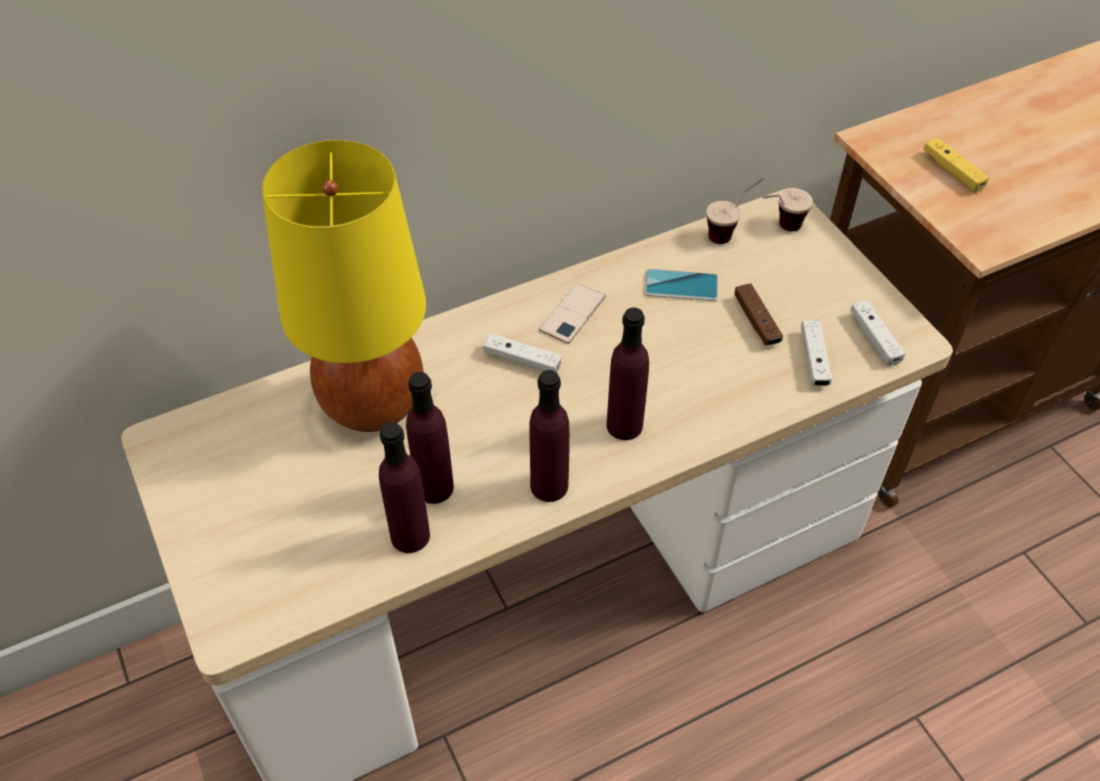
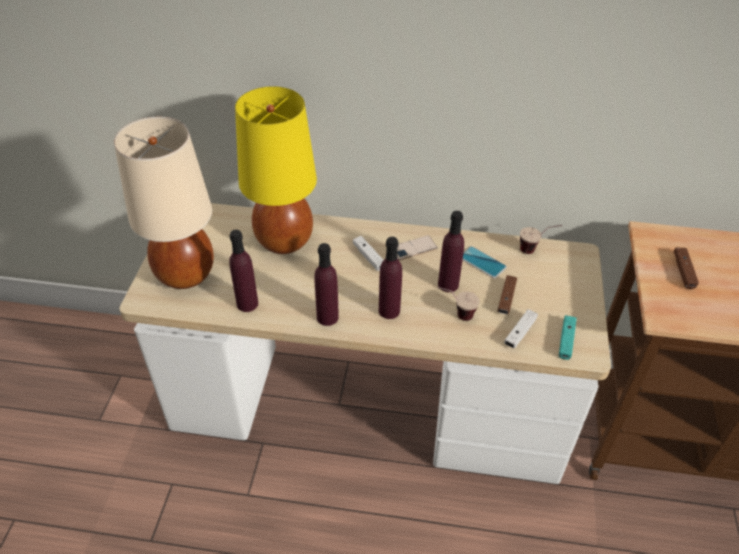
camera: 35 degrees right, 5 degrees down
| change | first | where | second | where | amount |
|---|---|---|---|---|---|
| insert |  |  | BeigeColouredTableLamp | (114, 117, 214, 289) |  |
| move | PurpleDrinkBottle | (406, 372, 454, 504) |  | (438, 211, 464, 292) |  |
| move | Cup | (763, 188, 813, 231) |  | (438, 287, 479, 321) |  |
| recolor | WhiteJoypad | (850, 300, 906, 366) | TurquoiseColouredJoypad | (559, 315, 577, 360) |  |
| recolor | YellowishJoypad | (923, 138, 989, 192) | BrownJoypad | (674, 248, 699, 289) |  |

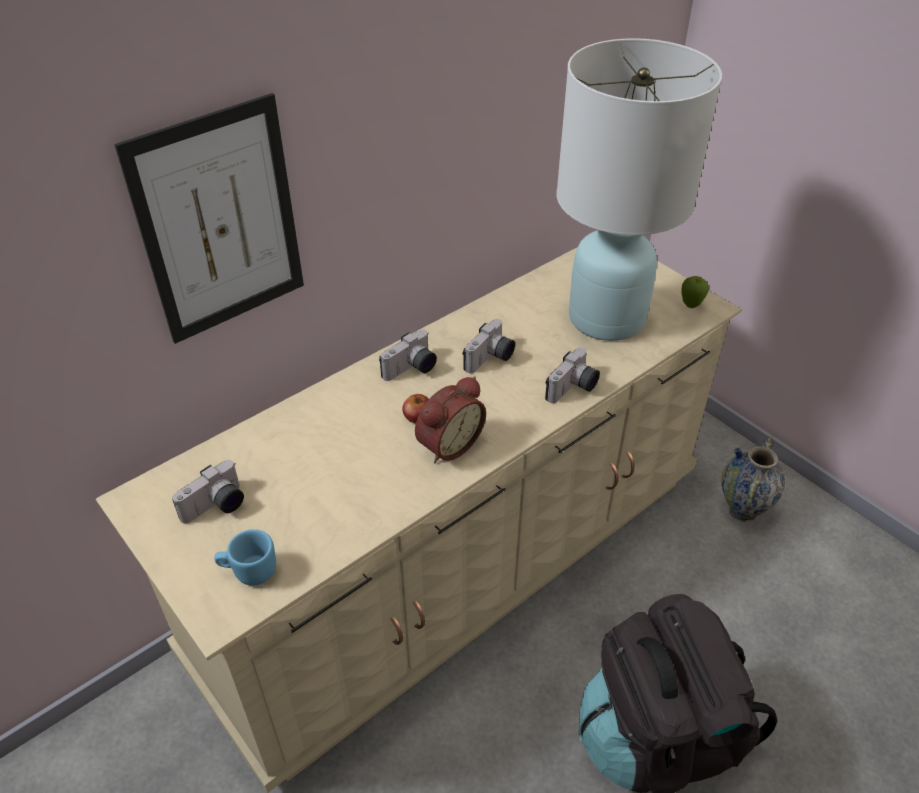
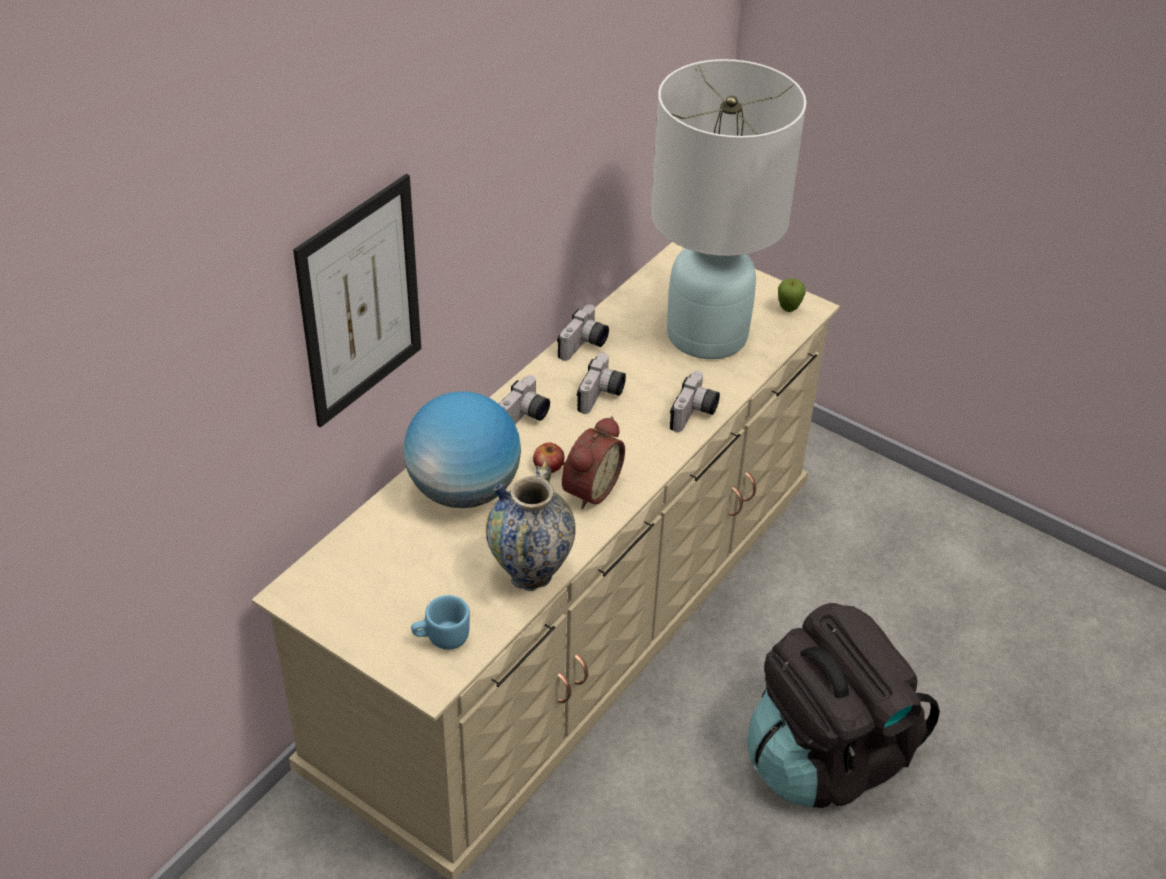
camera: 15 degrees left, 0 degrees up
| change | first | where | second | where | amount |
|---|---|---|---|---|---|
| insert |  |  | DeskGlobe | (403, 391, 521, 508) |  |
| move | DecorativeVase | (721, 437, 785, 522) |  | (486, 461, 576, 591) |  |
| move | StillCamera | (172, 460, 244, 524) |  | (557, 304, 609, 361) |  |

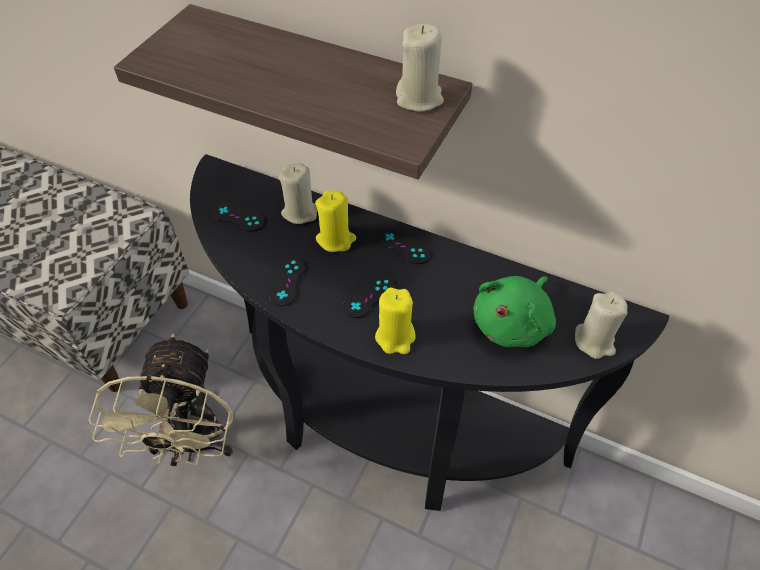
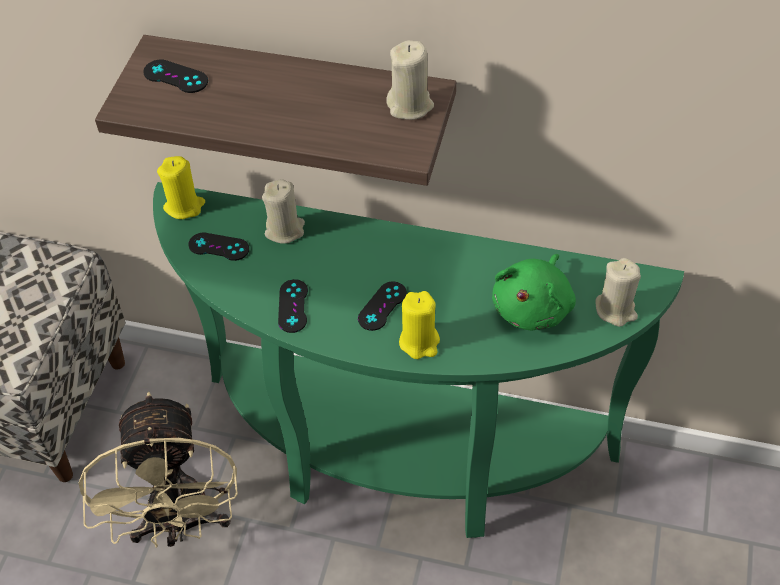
camera: 10 degrees left, 0 degrees up
| change | first | where | second | where | amount |
|---|---|---|---|---|---|
| move | BlackishJoypad | (378, 228, 431, 264) |  | (143, 60, 208, 93) |  |
| recolor | BlackishHallTable | (190, 154, 670, 511) | GreenishHallTable | (153, 182, 684, 538) |  |
| move | YellowishWaxLight | (315, 191, 356, 252) |  | (157, 156, 205, 219) |  |

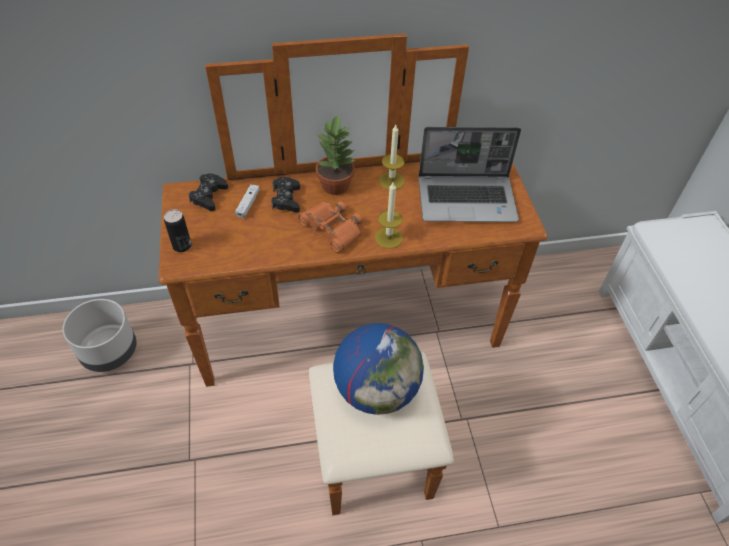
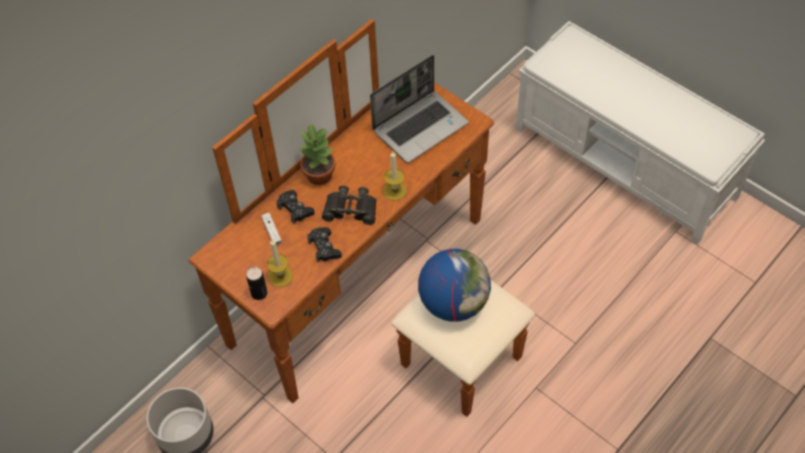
camera: 35 degrees left, 5 degrees up
| change | first | where | second | where | amount |
|---|---|---|---|---|---|
| move | WaxLight | (379, 125, 405, 189) |  | (267, 239, 293, 287) |  |
| move | BlackishJoypad | (188, 173, 228, 211) |  | (307, 227, 342, 262) |  |
| recolor | OrangeyPairOfBinoculars | (298, 201, 362, 253) | BlackishPairOfBinoculars | (322, 185, 377, 225) |  |

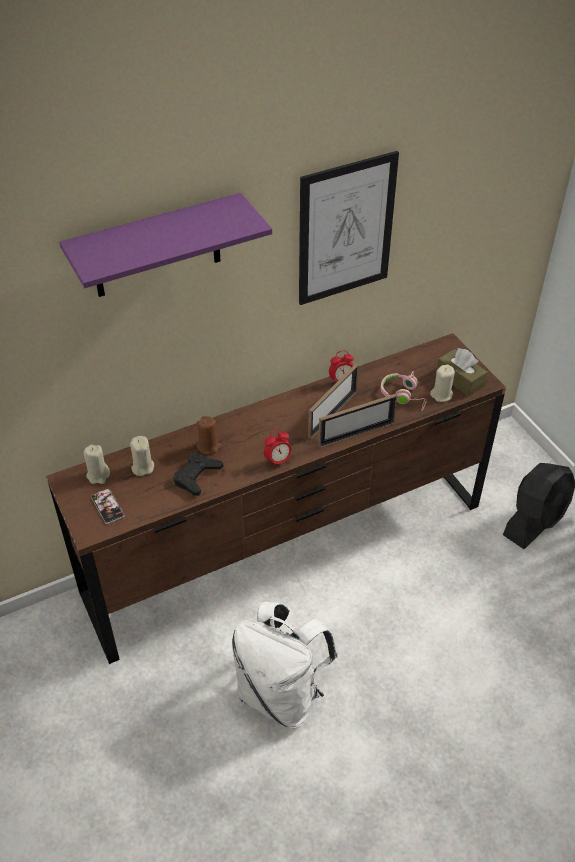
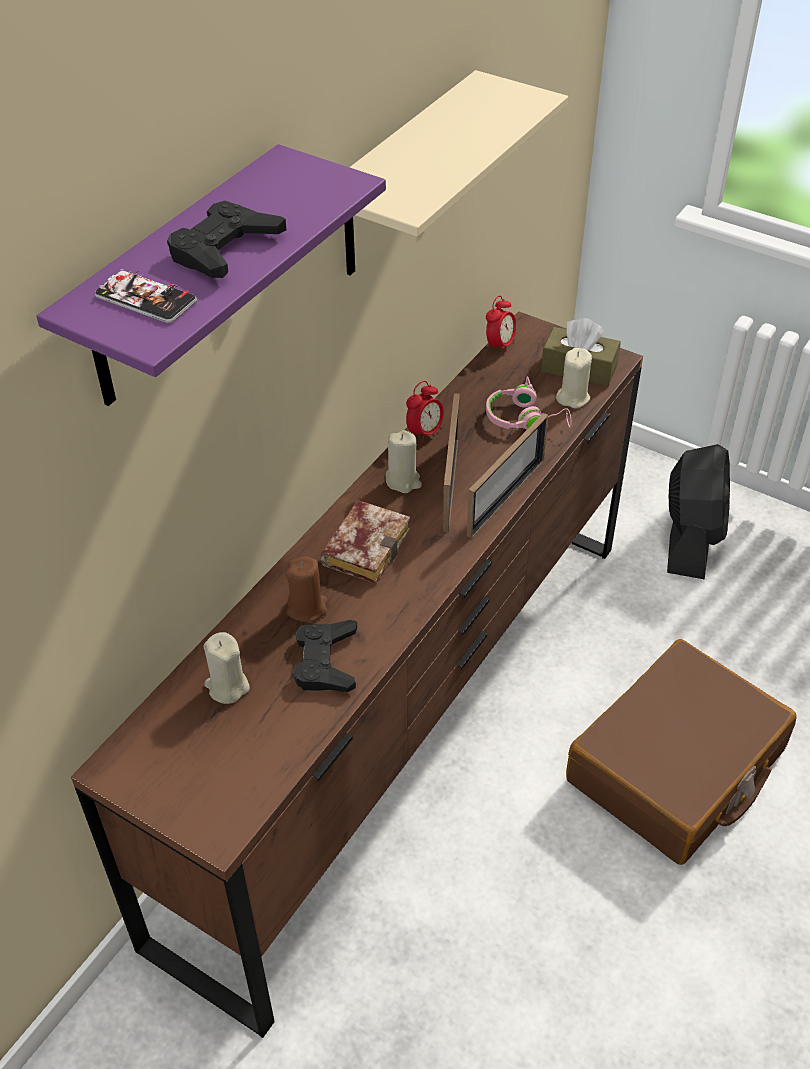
camera: 30 degrees left, 0 degrees up
| change | first | where | second | where | amount |
|---|---|---|---|---|---|
| move | Telephone | (91, 489, 125, 524) |  | (95, 269, 197, 323) |  |
| insert |  |  | BlackishJoypad | (167, 201, 286, 278) |  |
| insert |  |  | Volume | (321, 500, 410, 584) |  |
| replace | Picture | (299, 151, 399, 305) | BeigeColouredWallShelf | (345, 70, 568, 275) |  |
| move | BeigeColouredWaxLight | (83, 445, 110, 484) |  | (386, 430, 422, 493) |  |
| move | AlarmClock | (264, 429, 292, 468) |  | (486, 296, 516, 355) |  |
| insert |  |  | BrownSuitcase | (566, 639, 797, 865) |  |
| delete | WhiteRucksack | (232, 601, 338, 728) |  |  |  |

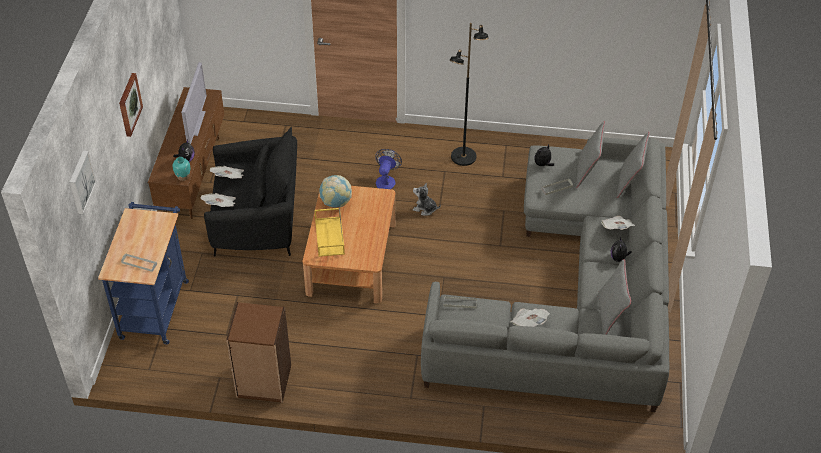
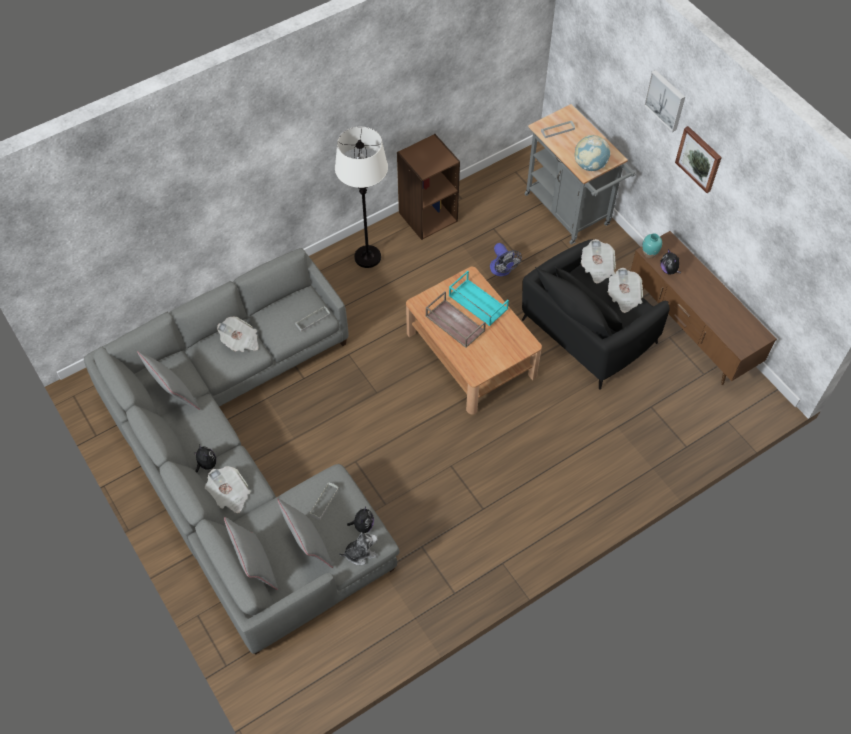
camera: 140 degrees right, 10 degrees up
| change | first | where | second | where | amount |
|---|---|---|---|---|---|
| insert |  |  | WhiteStandardLamp | (335, 127, 388, 268) |  |
| move | SoftToy | (413, 183, 441, 216) |  | (339, 532, 377, 565) |  |
| insert |  |  | BrownTray | (426, 291, 486, 348) |  |
| recolor | YellowishTray | (315, 208, 345, 257) | TurquoiseColouredTray | (449, 271, 509, 326) |  |
| move | Fan | (375, 149, 402, 189) |  | (490, 243, 522, 276) |  |
| recolor | BlueTrolley | (98, 202, 189, 344) | GreyishTrolley | (524, 104, 635, 244) |  |
| move | DeskGlobe | (319, 175, 352, 208) |  | (574, 135, 611, 171) |  |
| move | Picture | (69, 150, 97, 214) |  | (644, 70, 685, 132) |  |
| delete | Tv | (181, 62, 207, 144) |  |  |  |
| delete | BlackishStandardLamp | (450, 23, 489, 166) |  |  |  |

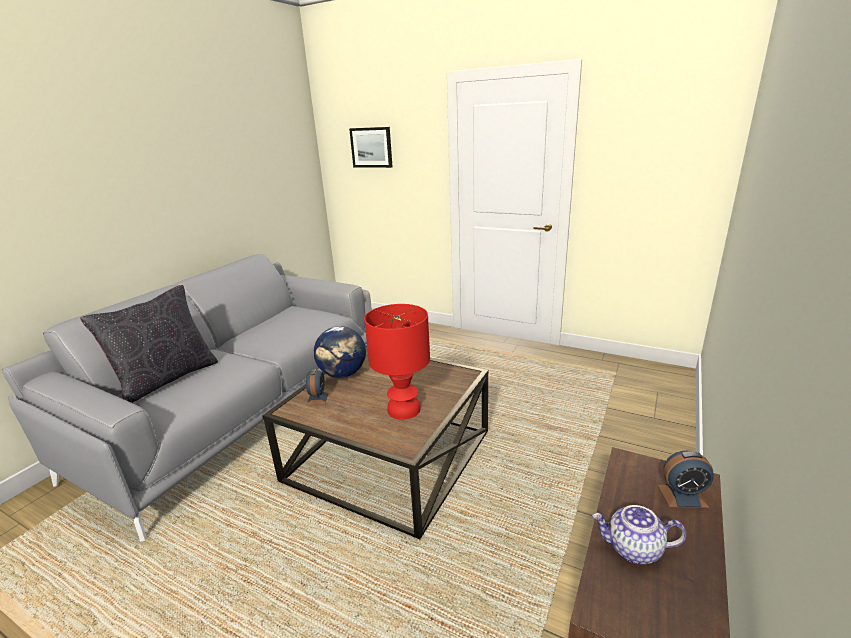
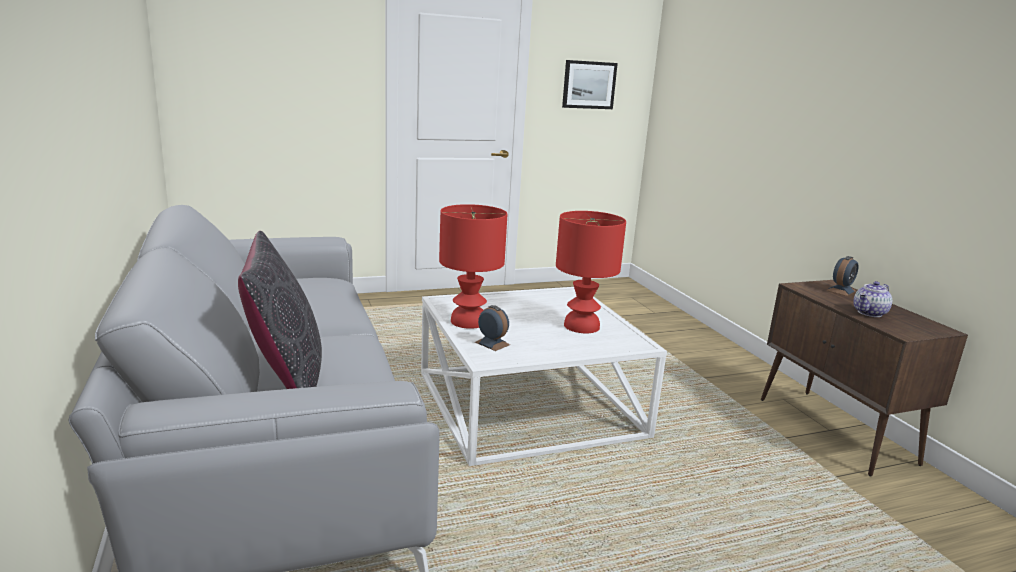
camera: 50 degrees left, 5 degrees down
| change | first | where | second | where | amount |
|---|---|---|---|---|---|
| recolor | BrownCoffeeTable | (262, 344, 488, 539) | WhiteCoffeeTable | (421, 287, 667, 466) |  |
| replace | DeskGlobe | (314, 326, 366, 378) | ReddishTableLamp | (439, 204, 507, 329) |  |
| move | Picture | (349, 127, 393, 168) |  | (562, 60, 618, 109) |  |

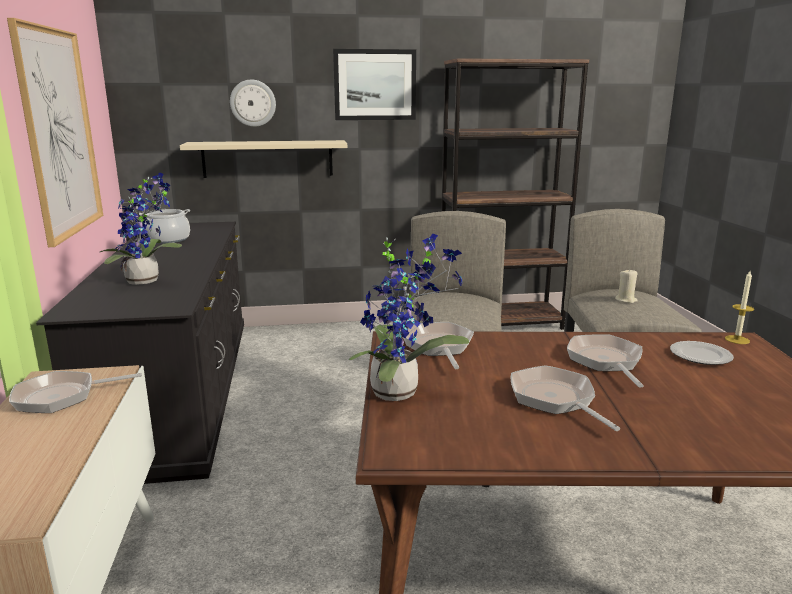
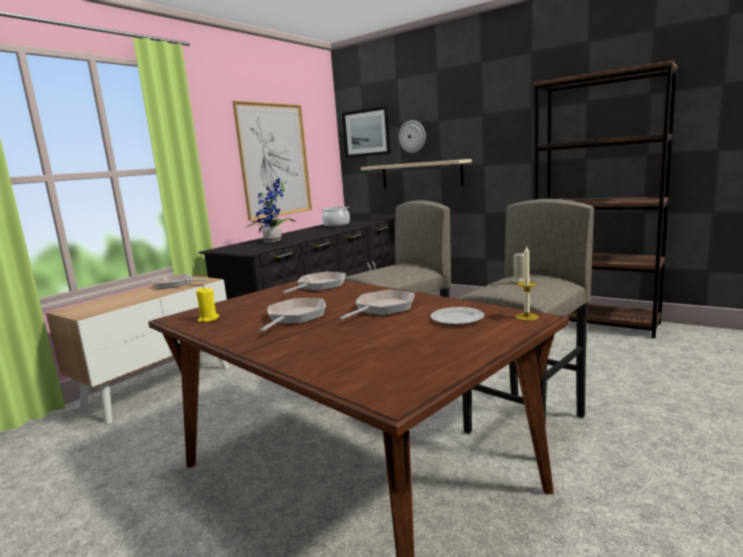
camera: 45 degrees right, 5 degrees down
| change | first | where | second | where | amount |
|---|---|---|---|---|---|
| insert |  |  | YellowishWaxLight | (196, 287, 219, 322) |  |
| move | Picture | (333, 49, 416, 120) |  | (342, 106, 391, 158) |  |
| delete | PlantInAPot | (348, 234, 470, 401) |  |  |  |

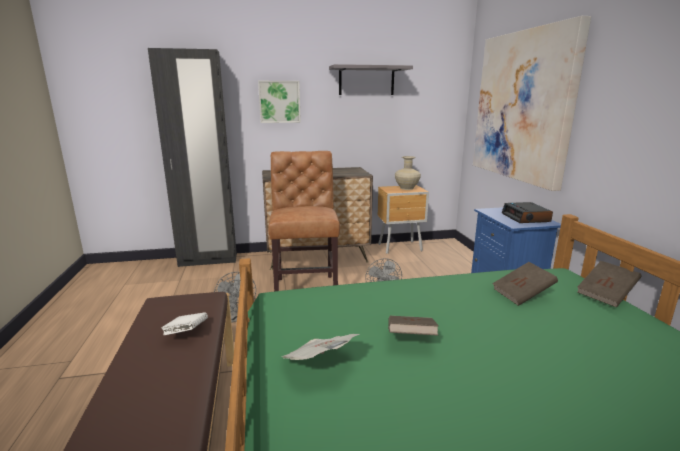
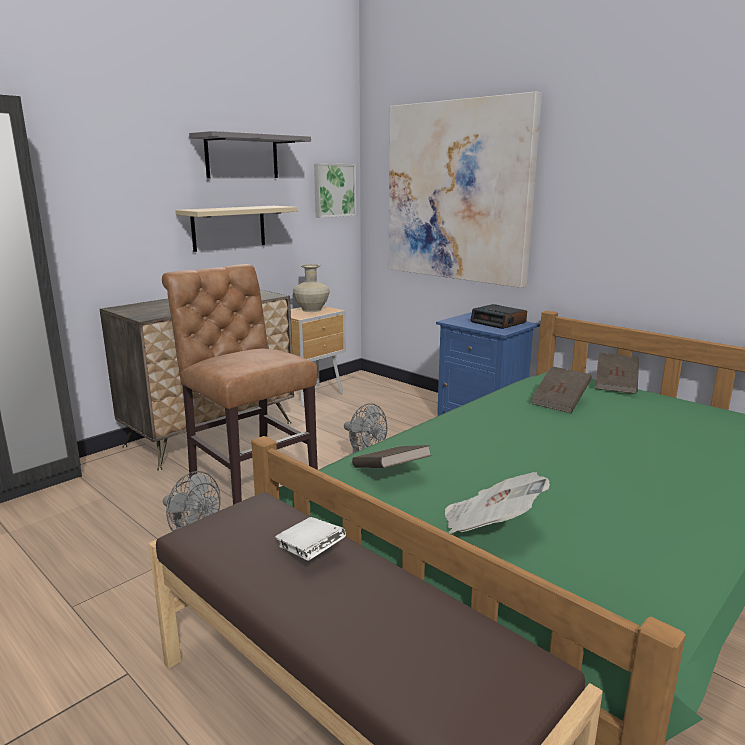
camera: 35 degrees left, 0 degrees up
| change | first | where | second | where | amount |
|---|---|---|---|---|---|
| insert |  |  | BeigeColouredWallShelf | (175, 206, 297, 252) |  |
| move | Picture | (258, 81, 301, 123) |  | (314, 163, 356, 218) |  |
| move | BrownVolume | (388, 316, 439, 336) |  | (352, 445, 432, 468) |  |

